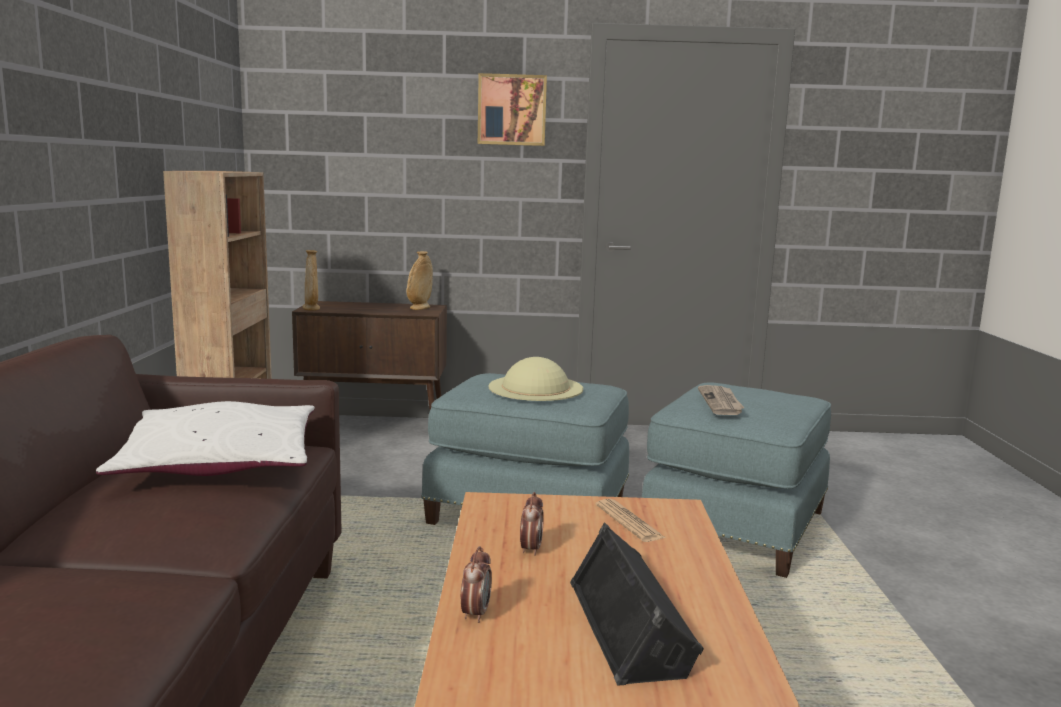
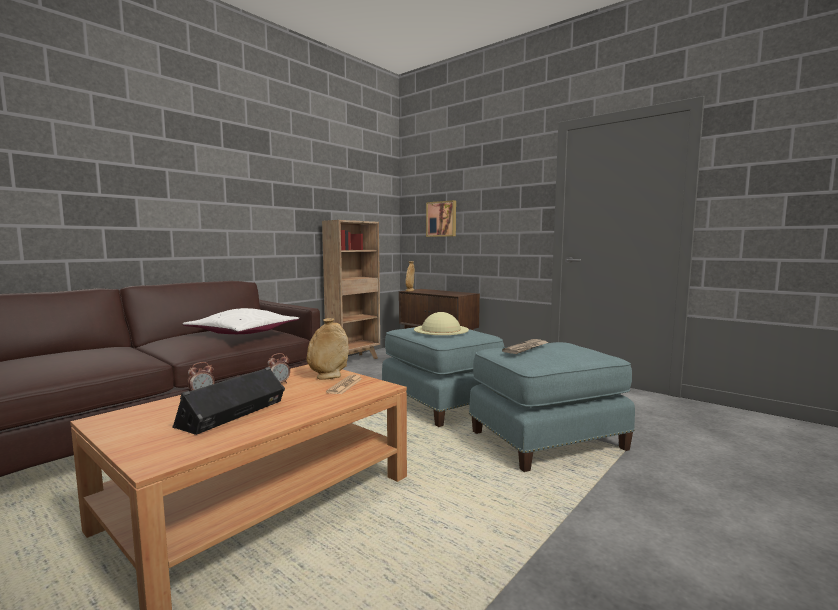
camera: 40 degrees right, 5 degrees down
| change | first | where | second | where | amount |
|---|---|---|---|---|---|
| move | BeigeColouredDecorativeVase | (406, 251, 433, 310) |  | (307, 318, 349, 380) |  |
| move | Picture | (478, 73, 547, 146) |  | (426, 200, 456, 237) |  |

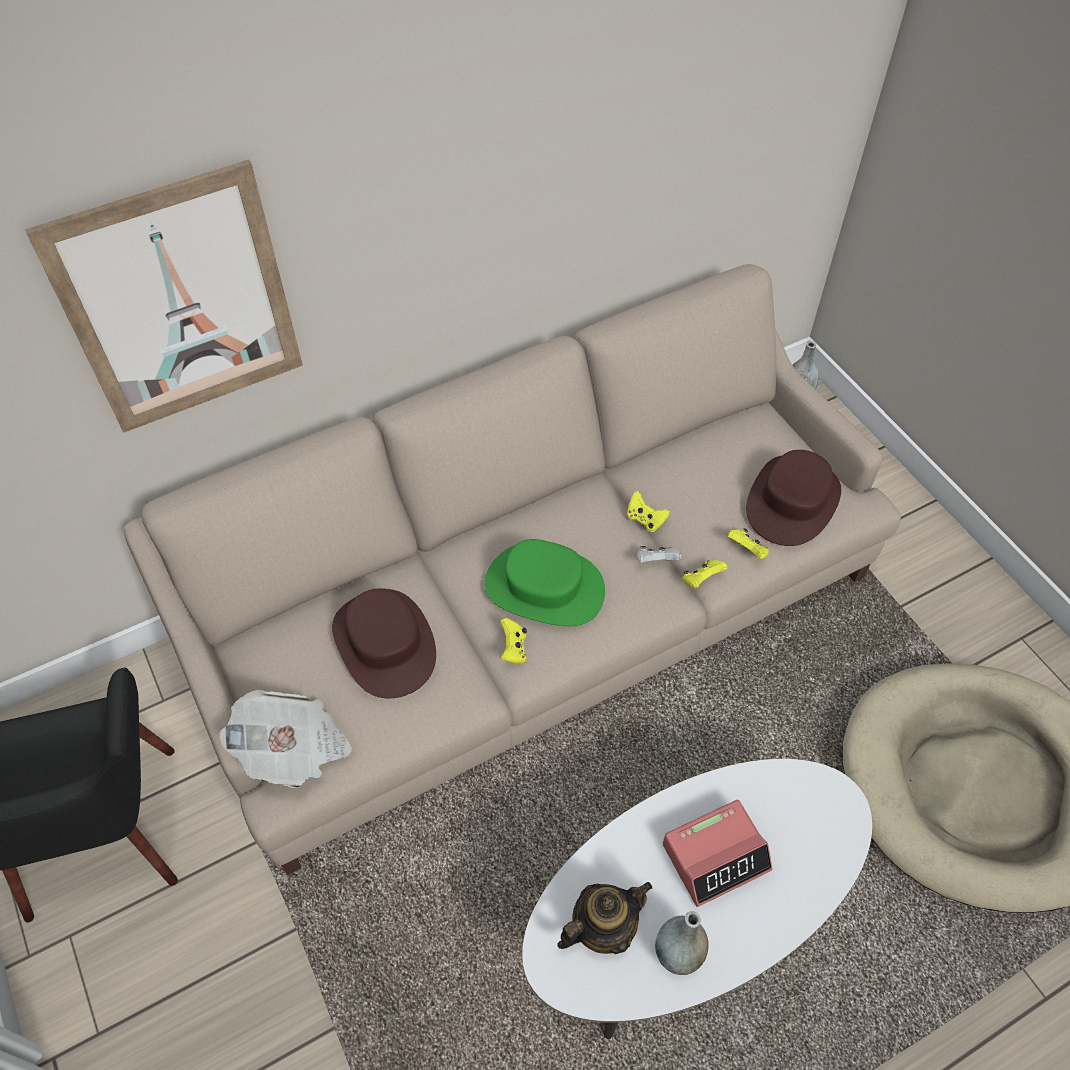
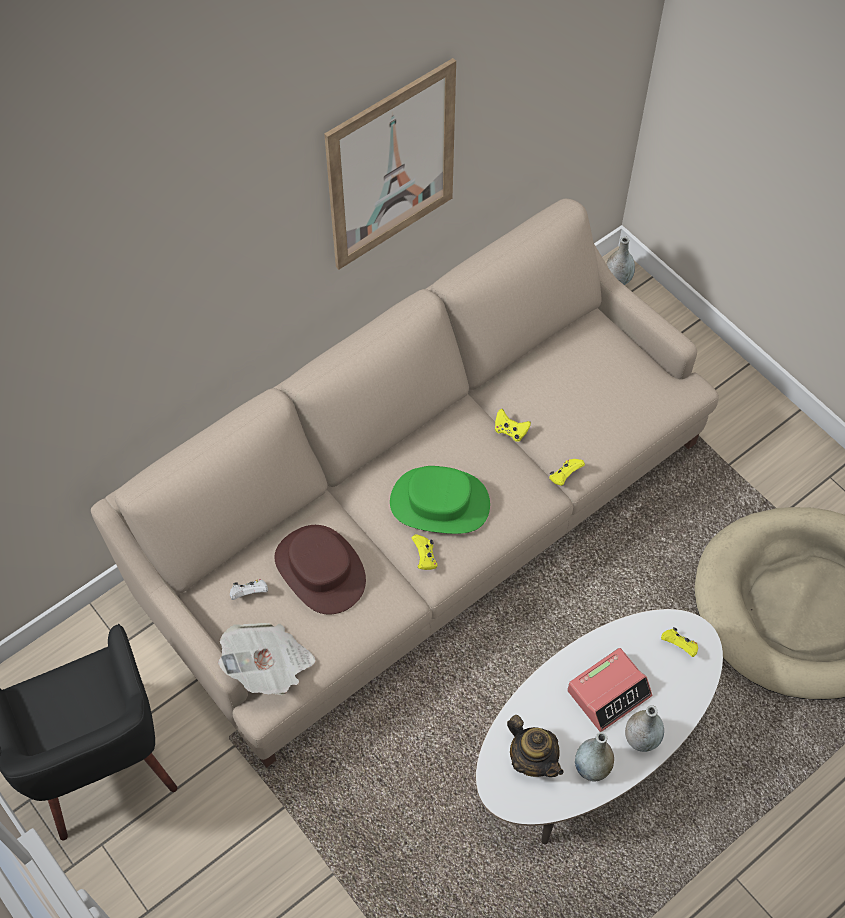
camera: 10 degrees left, 5 degrees up
| change | first | where | second | where | amount |
|---|---|---|---|---|---|
| move | WhiteJoypad | (637, 546, 681, 563) |  | (230, 579, 268, 600) |  |
| move | Picture | (25, 159, 303, 433) |  | (324, 58, 456, 270) |  |
| rotate | TeaPot | (557, 882, 652, 954) |  | (507, 715, 564, 777) | 90 degrees clockwise |
| insert |  |  | GreyishDecorativeVase | (625, 705, 664, 752) |  |
| move | YellowishJoypad | (727, 528, 769, 559) |  | (661, 627, 698, 657) |  |
| delete | BrownClothingHat | (746, 450, 841, 546) |  |  |  |

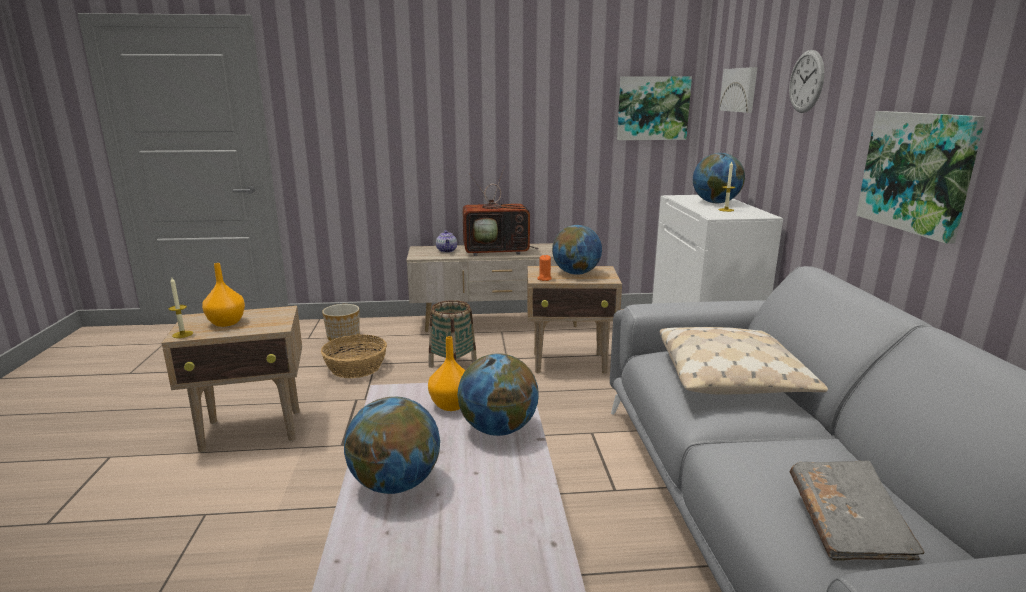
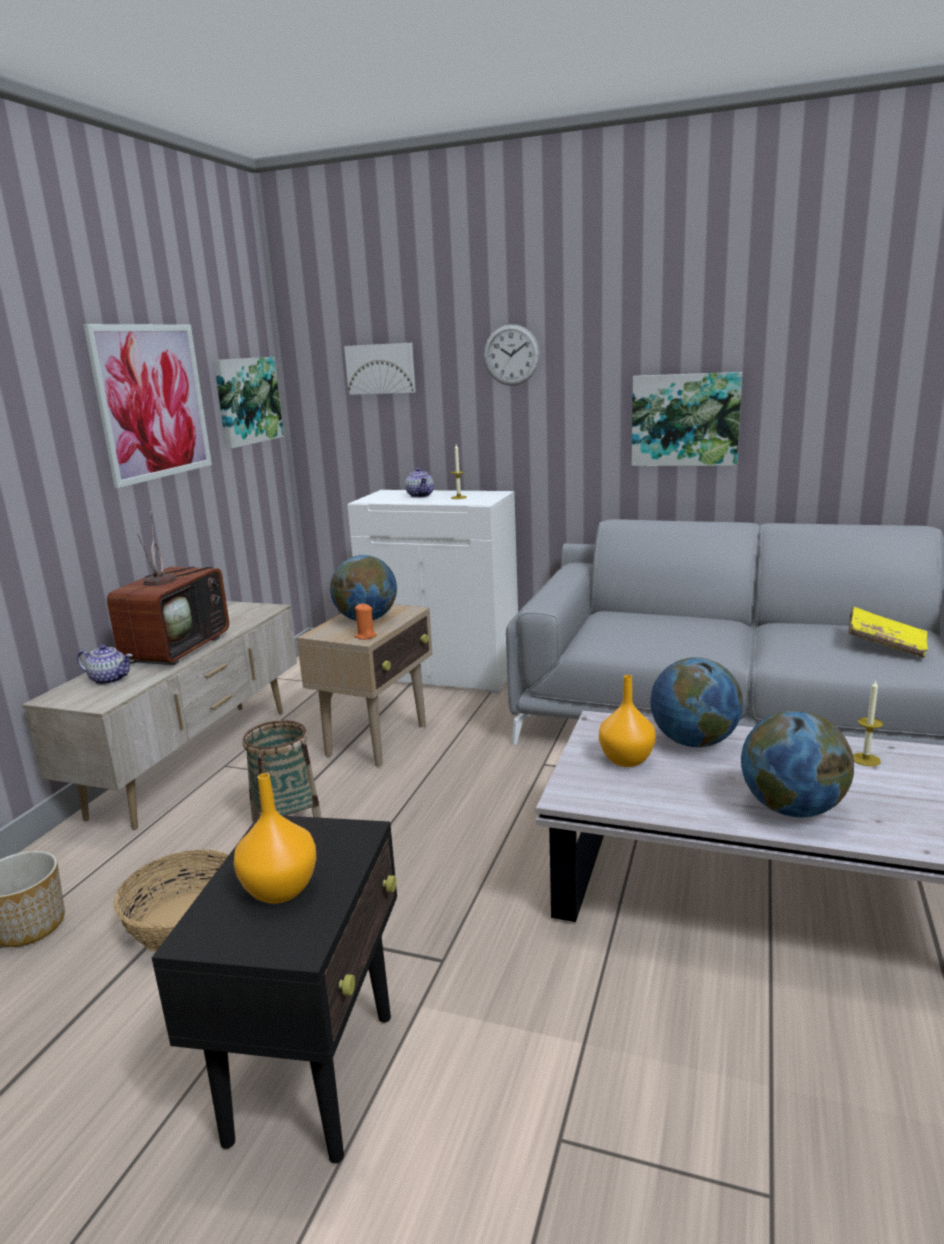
camera: 65 degrees left, 0 degrees up
| change | first | where | second | where | amount |
|---|---|---|---|---|---|
| insert |  |  | Picture | (83, 324, 212, 488) |  |
| recolor | BeigeColouredEndTable | (162, 306, 302, 452) | BlackishEndTable | (152, 814, 397, 1163) |  |
| replace | DeskGlobe | (693, 153, 745, 203) | TeaPot | (405, 468, 434, 498) |  |
| recolor | GreyishVolume | (790, 460, 924, 561) | YellowishVolume | (848, 607, 928, 658) |  |
| move | WaxLight | (169, 277, 193, 338) |  | (853, 679, 883, 766) |  |
| delete | BeigeColouredCushion | (660, 327, 828, 395) |  |  |  |

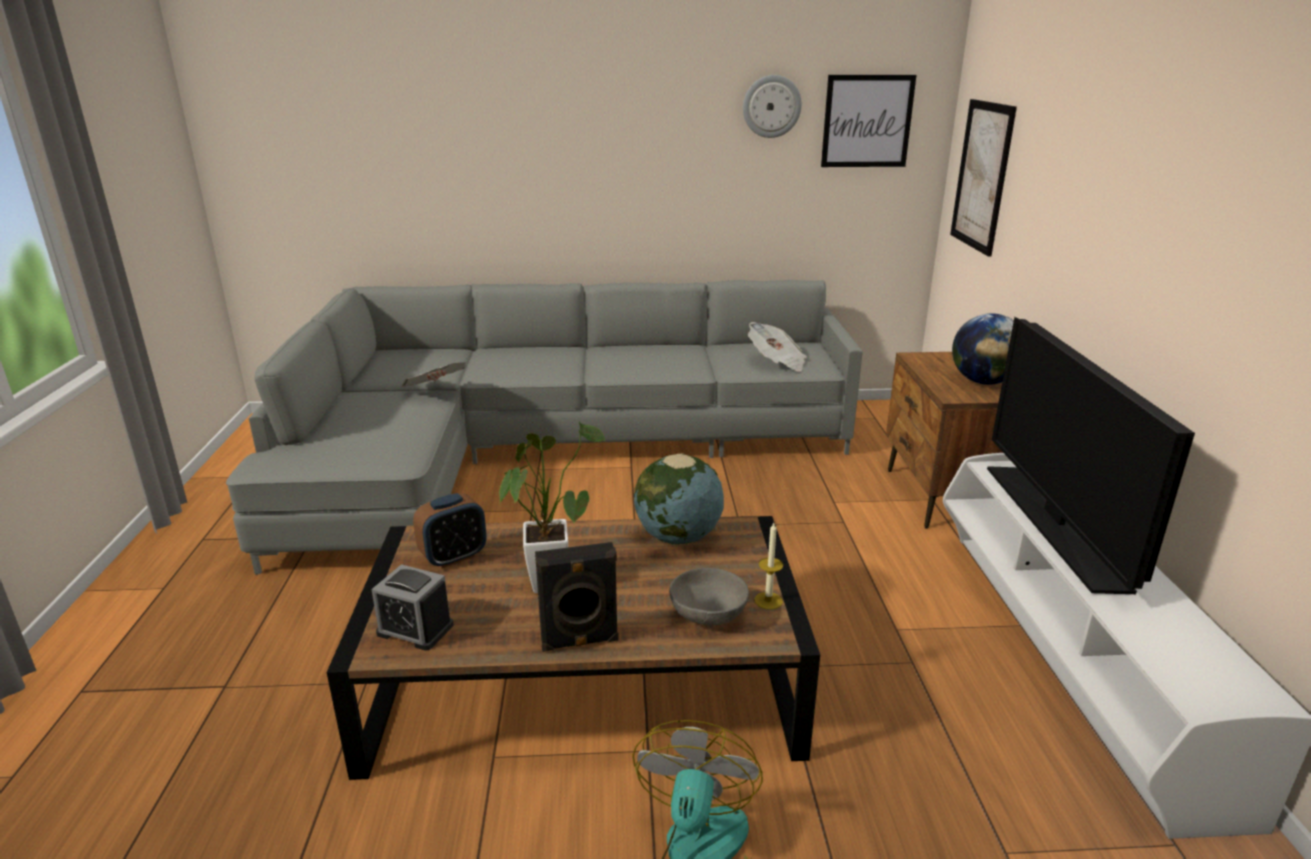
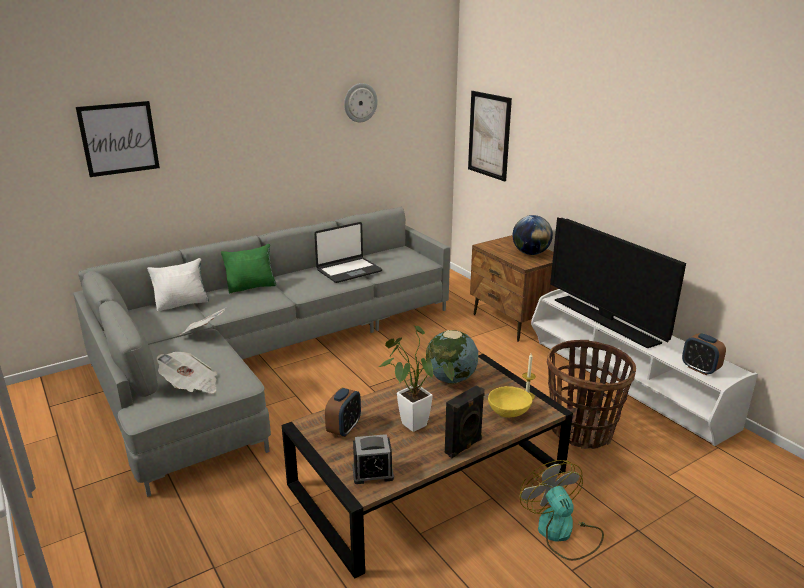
camera: 30 degrees left, 0 degrees up
| change | first | where | second | where | amount |
|---|---|---|---|---|---|
| move | Picture | (821, 75, 916, 167) |  | (76, 101, 160, 177) |  |
| insert |  |  | WhiteCushion | (147, 258, 209, 312) |  |
| move | PrintedPaper | (748, 322, 807, 372) |  | (157, 352, 217, 393) |  |
| insert |  |  | GreenishCushion | (221, 244, 276, 293) |  |
| insert |  |  | Laptop | (314, 222, 382, 283) |  |
| recolor | GreyishBowl | (669, 568, 749, 625) | YellowishBowl | (488, 386, 532, 418) |  |
| insert |  |  | StorageBasket | (547, 340, 636, 449) |  |
| insert |  |  | AlarmClock | (682, 333, 726, 375) |  |

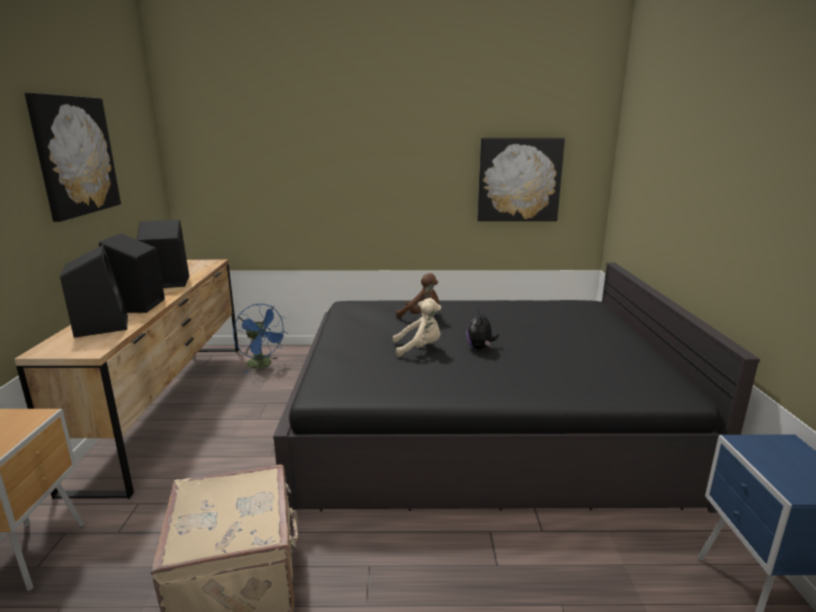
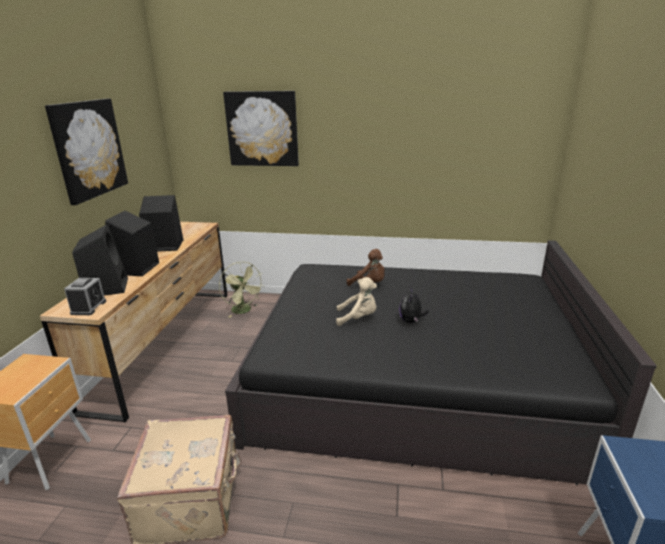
camera: 10 degrees right, 5 degrees up
| change | first | where | second | where | amount |
|---|---|---|---|---|---|
| insert |  |  | AlarmClock | (64, 278, 106, 315) |  |
| recolor | BlueFan | (233, 304, 288, 373) | GreenishFan | (219, 262, 264, 318) |  |
| move | Picture | (477, 138, 565, 221) |  | (223, 91, 299, 166) |  |

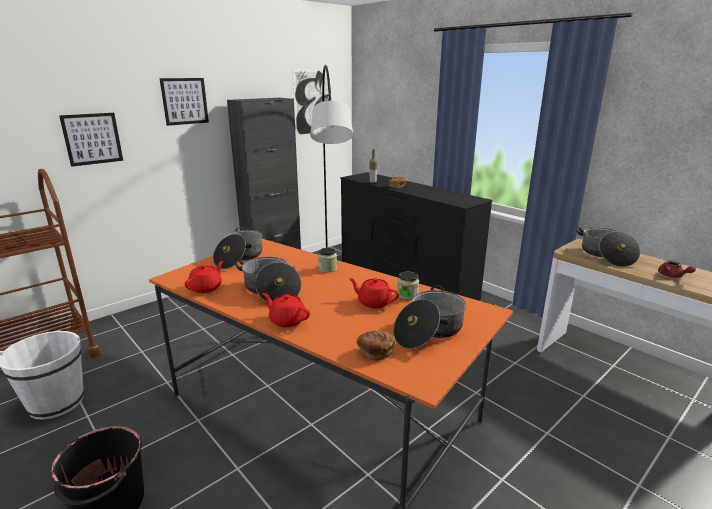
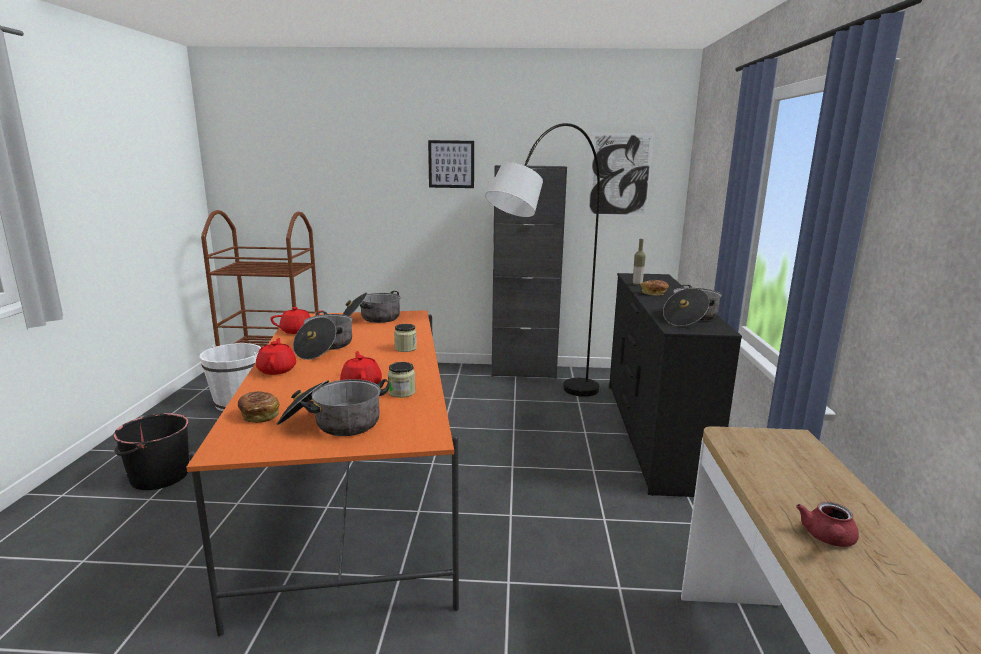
camera: 45 degrees right, 5 degrees down
| change | first | where | second | where | amount |
|---|---|---|---|---|---|
| move | CookingPot | (576, 227, 640, 267) |  | (663, 285, 722, 326) |  |
| delete | Picture | (59, 113, 123, 167) |  |  |  |

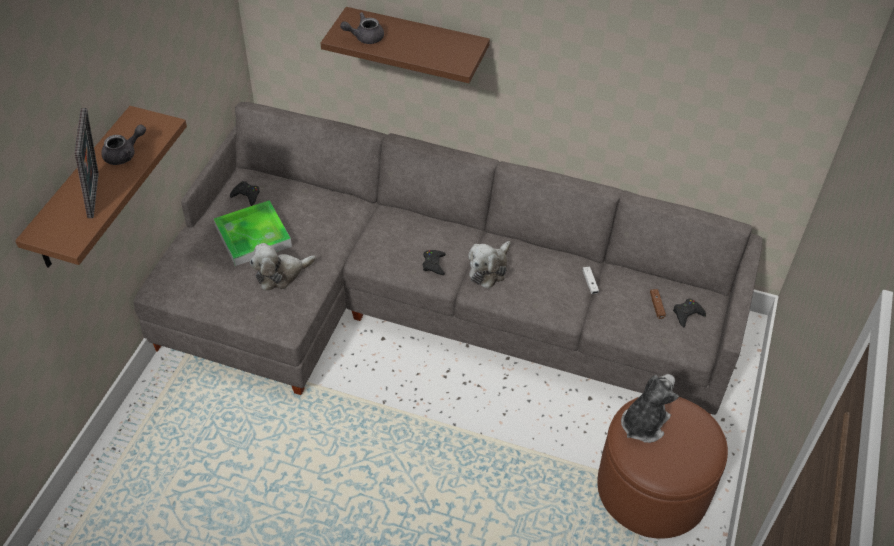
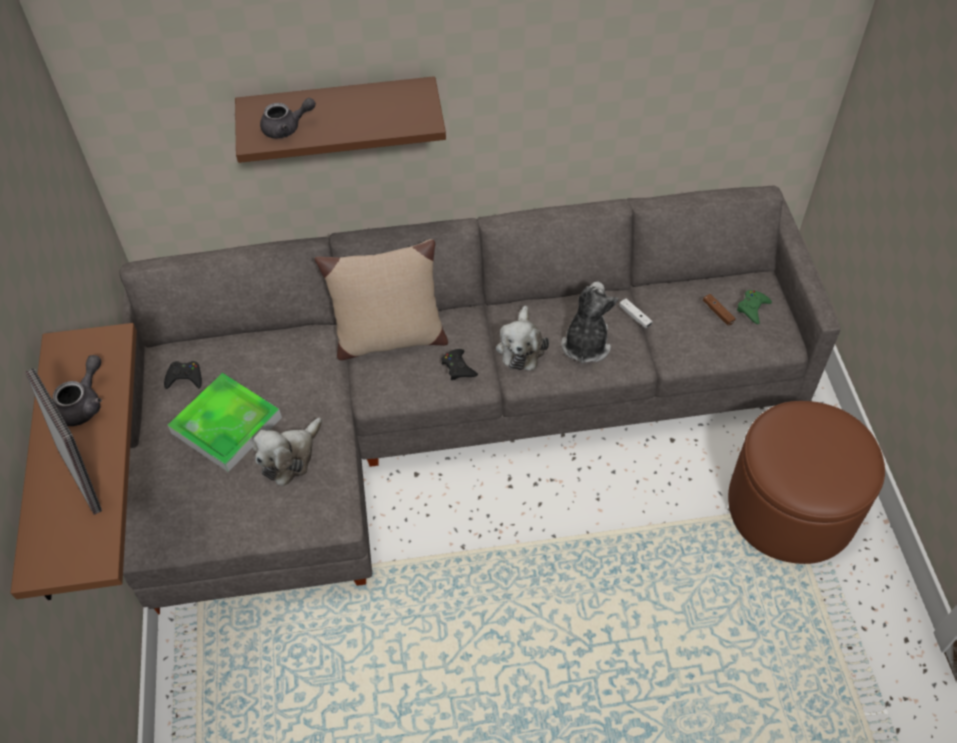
camera: 25 degrees left, 5 degrees up
| change | first | where | second | where | amount |
|---|---|---|---|---|---|
| rotate | GreyishTeaPot | (340, 12, 384, 44) |  | (260, 98, 316, 138) | 150 degrees counterclockwise |
| insert |  |  | BeigeColouredCushion | (315, 239, 448, 360) |  |
| move | SoftToy | (621, 374, 679, 443) |  | (561, 281, 619, 364) |  |
| recolor | BlackishJoypad | (673, 299, 706, 327) | GreenishJoypad | (737, 290, 772, 324) |  |

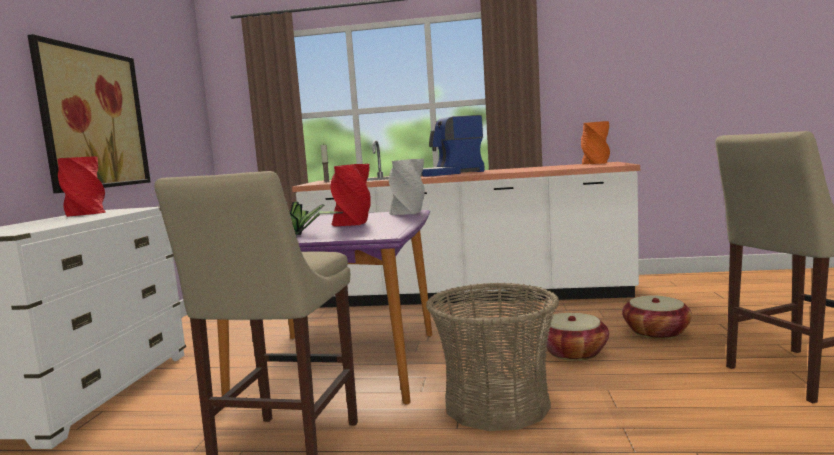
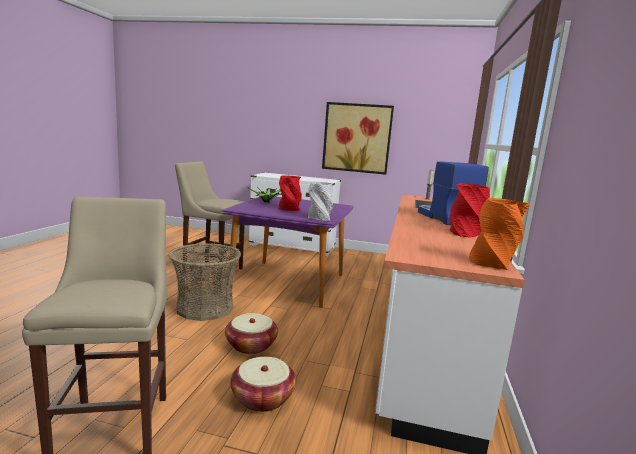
camera: 95 degrees right, 5 degrees up
| change | first | where | second | where | amount |
|---|---|---|---|---|---|
| move | ReddishDecorativeVase | (57, 156, 106, 217) |  | (449, 183, 490, 238) |  |

